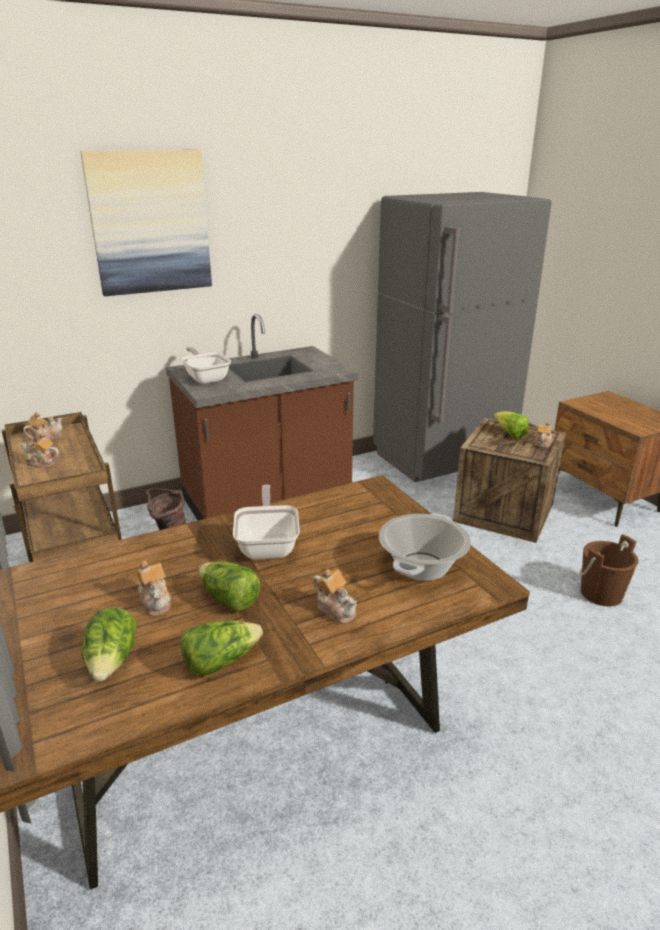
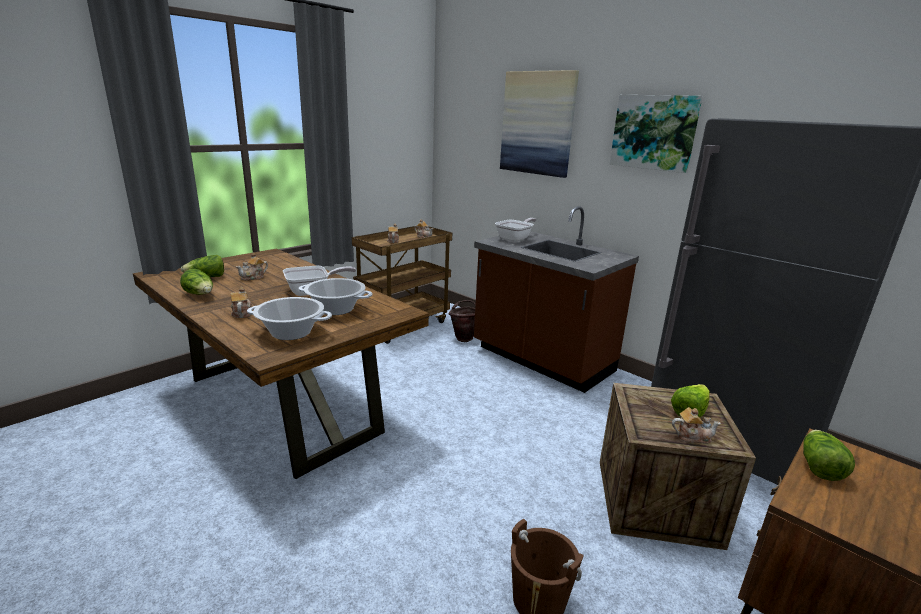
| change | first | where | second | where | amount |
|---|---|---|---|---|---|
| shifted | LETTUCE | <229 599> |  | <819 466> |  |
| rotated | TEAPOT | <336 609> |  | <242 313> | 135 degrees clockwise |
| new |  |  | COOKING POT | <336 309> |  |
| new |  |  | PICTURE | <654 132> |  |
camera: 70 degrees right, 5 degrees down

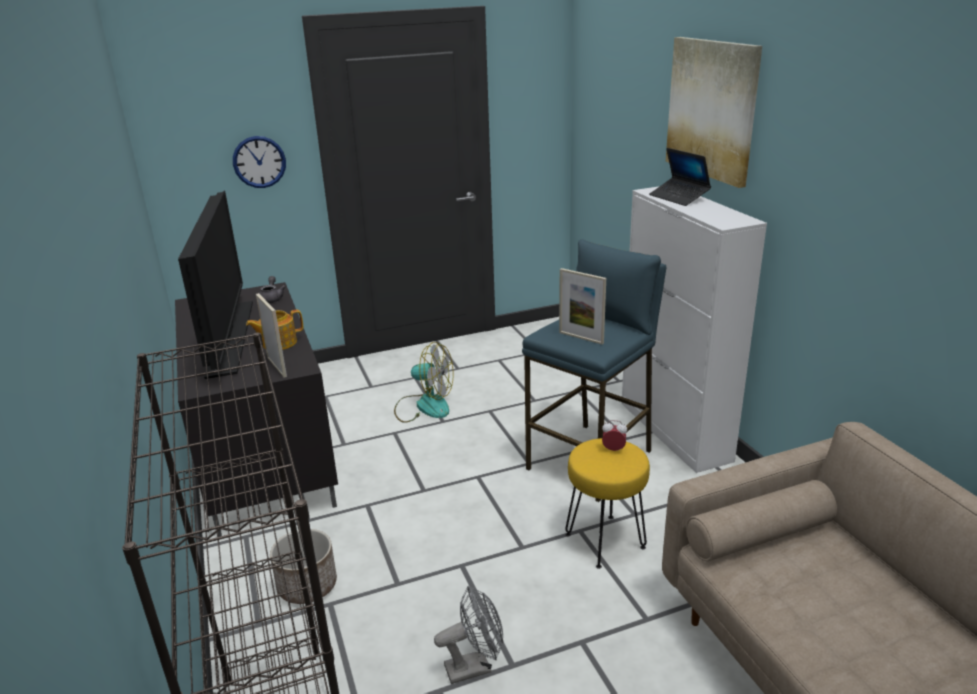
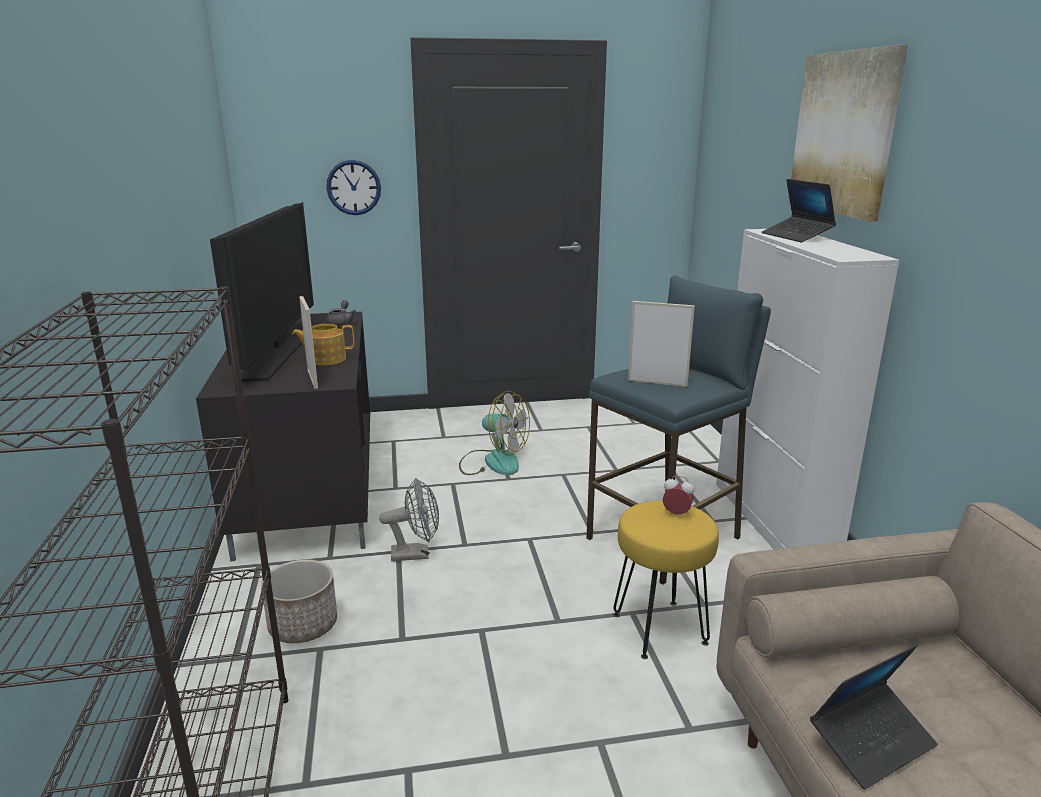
| change | first | where | second | where | amount |
|---|---|---|---|---|---|
| shifted | GREY FAN | <475 666> |  | <416 554> |  |
| rotated | PICTURE FRAME | <581 338> |  | <657 383> | 150 degrees clockwise |
| new |  |  | LAPTOP | <871 742> |  |
camera: 10 degrees right, 5 degrees down

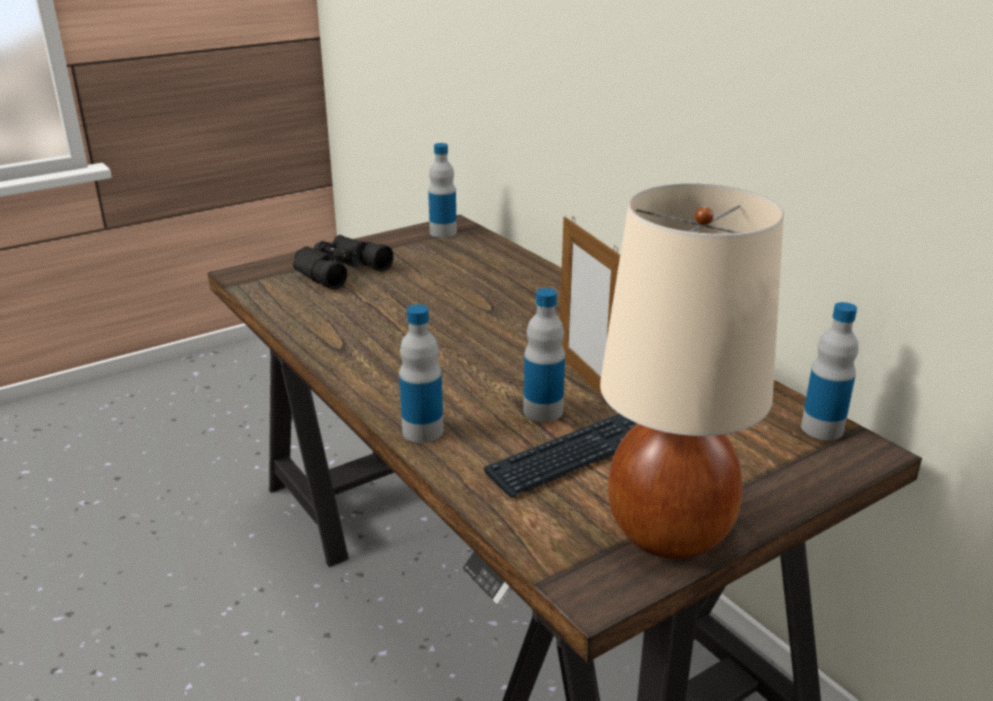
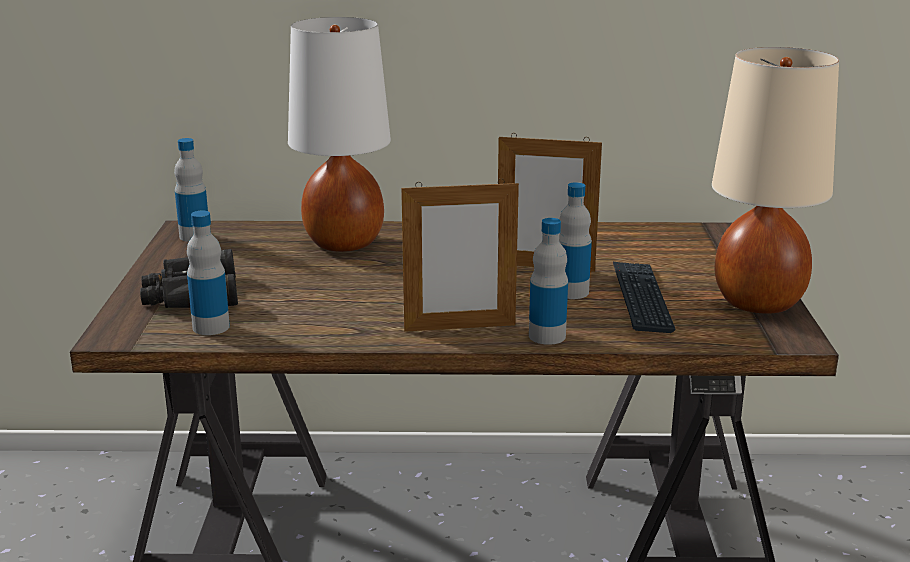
| change | first | where | second | where | amount |
|---|---|---|---|---|---|
| shifted | BOTTLE | <822 428> |  | <211 327> |  |
| new |  |  | WHITE TABLE LAMP | <344 243> |  |
| new |  |  | PICTURE FRAME | <460 327> |  |
camera: 55 degrees left, 5 degrees down

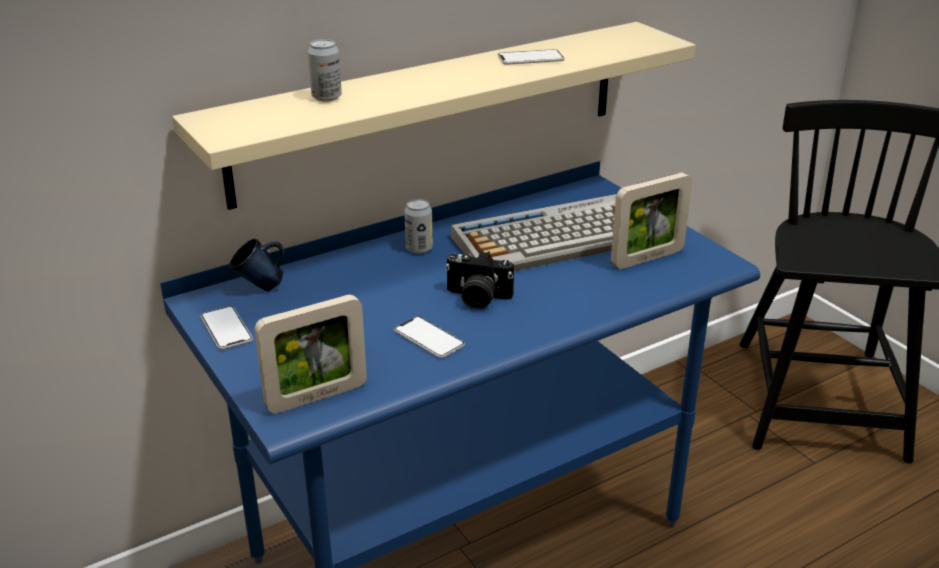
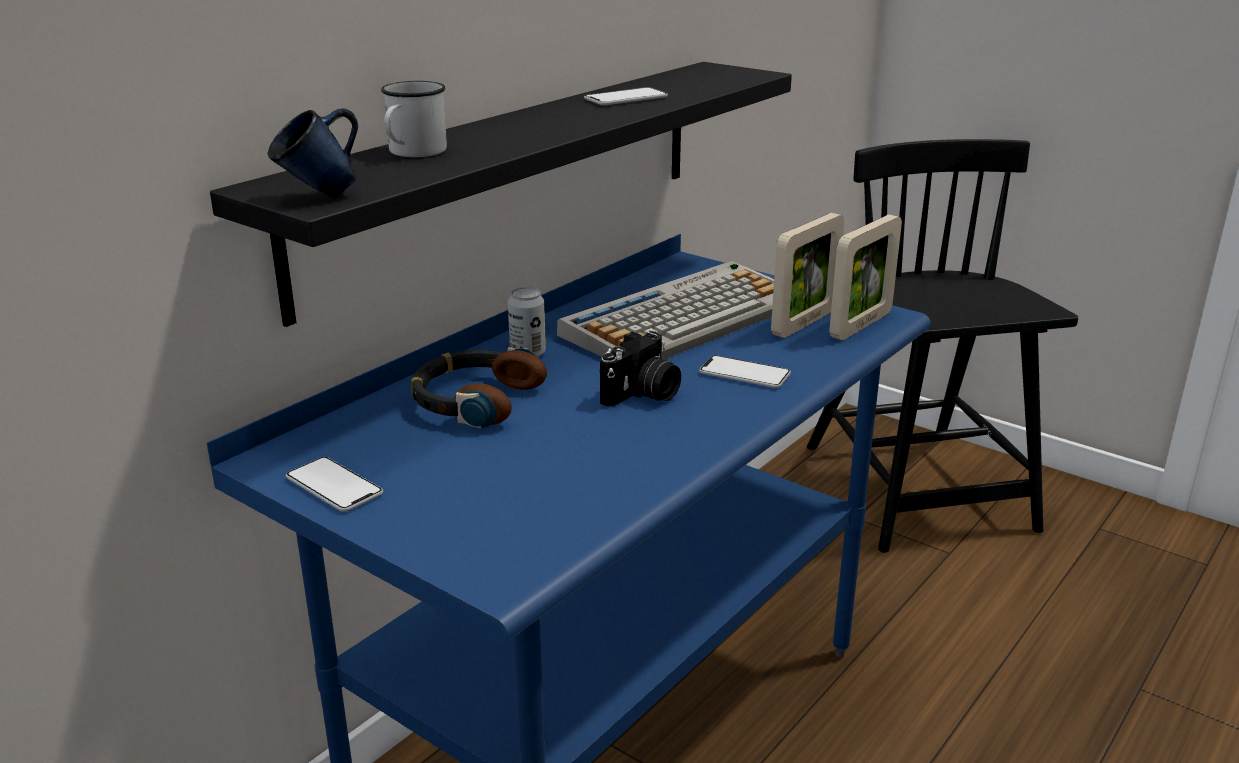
| change | first | where | second | where | amount |
|---|---|---|---|---|---|
| repainted | BEIGE SHELF | <432 110> | BLACK SHELF | <511 176> |  |
| shifted | BLUE MUG | <260 288> |  | <320 197> |  |
| shifted | PICTURE FRAME | <316 397> |  | <860 325> |  |
| swapped | CAN | <326 97> | WHITE MUG | <412 152> |  |
| shifted | PHONE | <429 338> |  | <744 374> |  |
| rotated | PHOTO CAMERA | <477 298> |  | <643 394> | 45 degrees counterclockwise |
| new |  |  | HEADPHONES | <474 400> |  |
camera: 20 degrees left, 5 degrees down

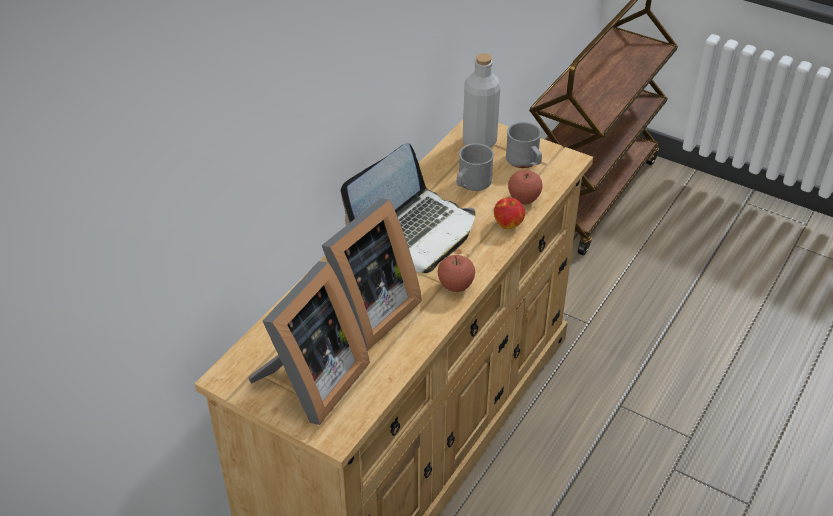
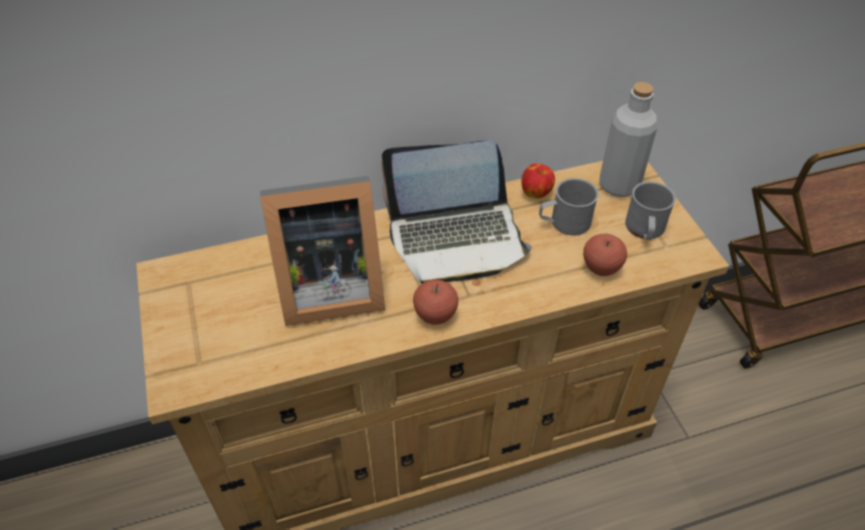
| change | first | where | second | where | amount |
|---|---|---|---|---|---|
| gone | PICTURE FRAME | <311 383> |  |  |  |
| shifted | APPLE | <508 224> |  | <536 193> |  |
camera: 40 degrees right, 5 degrees up

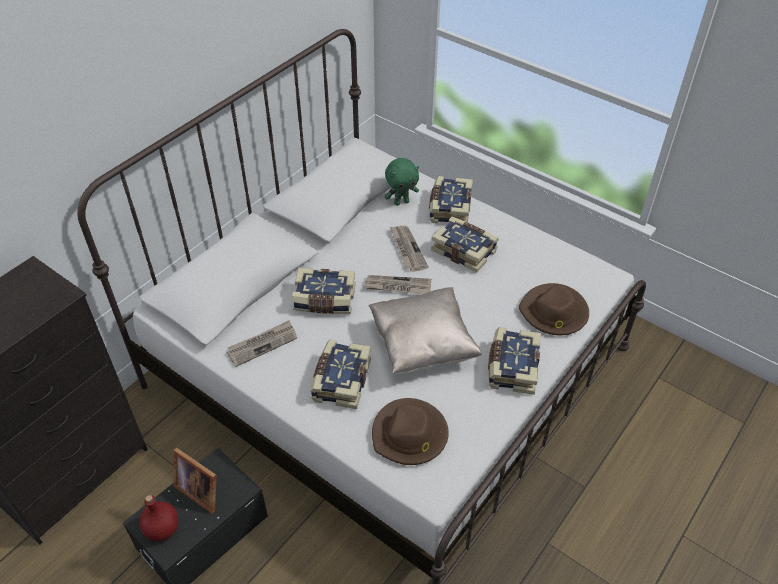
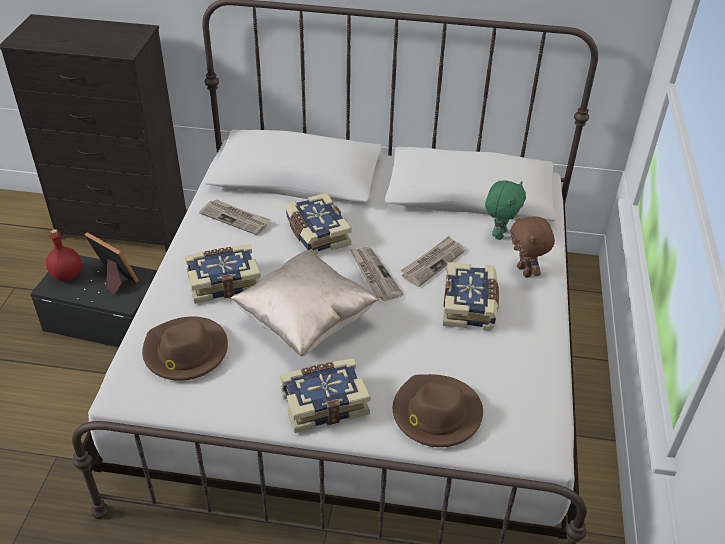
| change | first | where | second | where | amount |
|---|---|---|---|---|---|
| rotated | PICTURE FRAME | <200 489> |  | <114 279> | 120 degrees clockwise |
| rotated | GREEN PLUSH TOY | <401 202> |  | <499 234> | 105 degrees counterclockwise |
| swapped | BOOK | <449 208> | BROWN PLUSH TOY | <525 271> |  |
camera: 60 degrees right, 5 degrees down

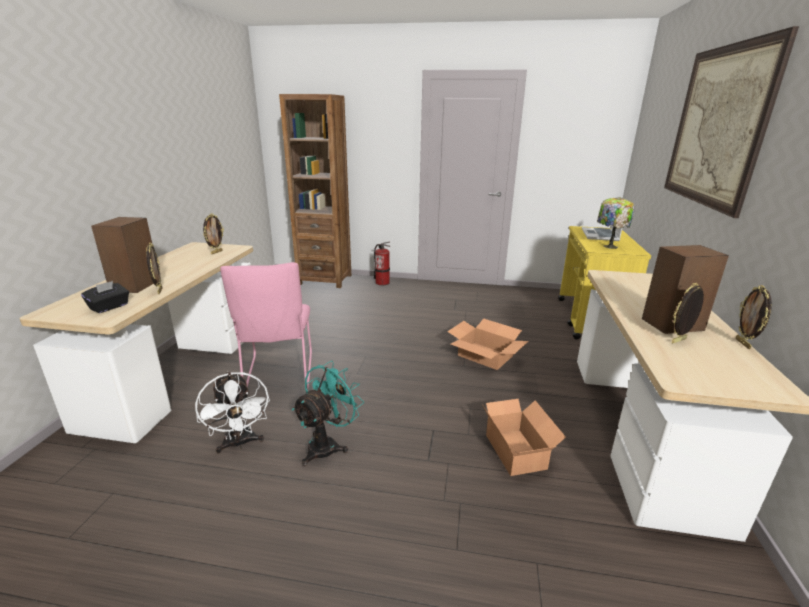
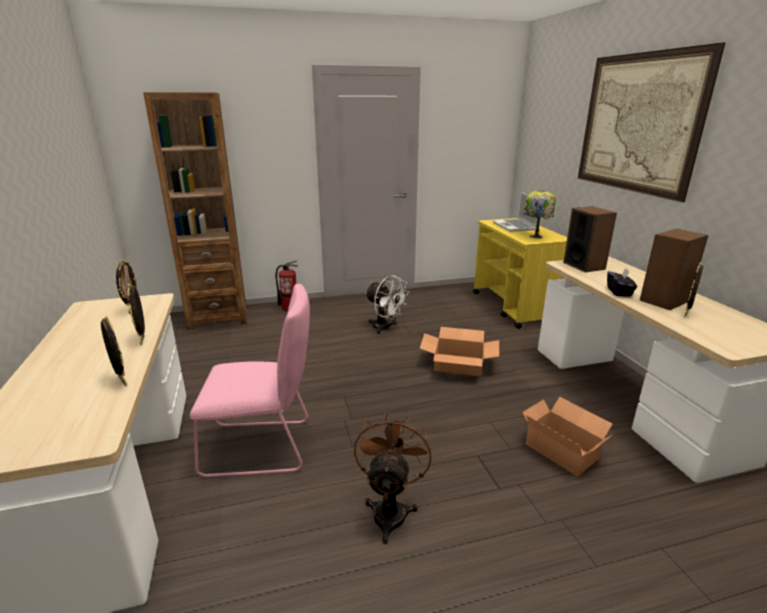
| change | first | where | second | where | amount |
|---|---|---|---|---|---|
| shifted | BLACK TISSUE BOX | <109 307> |  | <619 292> |  |
| shifted | SPEAKER | <136 285> |  | <584 266> |  |
| shifted | WHITE FAN | <240 444> |  | <385 328> |  |
| rotated | PINK CHAIR | <279 375> |  | <263 447> | 60 degrees counterclockwise |
| repainted | TURQUOISE FAN | <328 445> | BROWN FAN | <390 509> |  |
| shifted | PICTURE FRAME | <743 344> |  | <143 340> |  |
camera: 25 degrees left, 0 degrees up

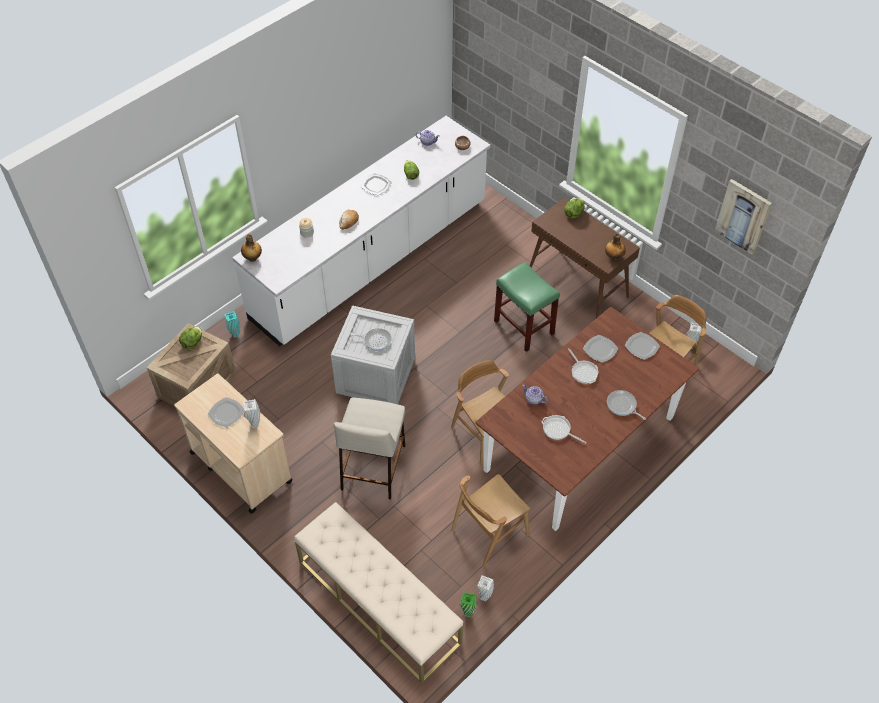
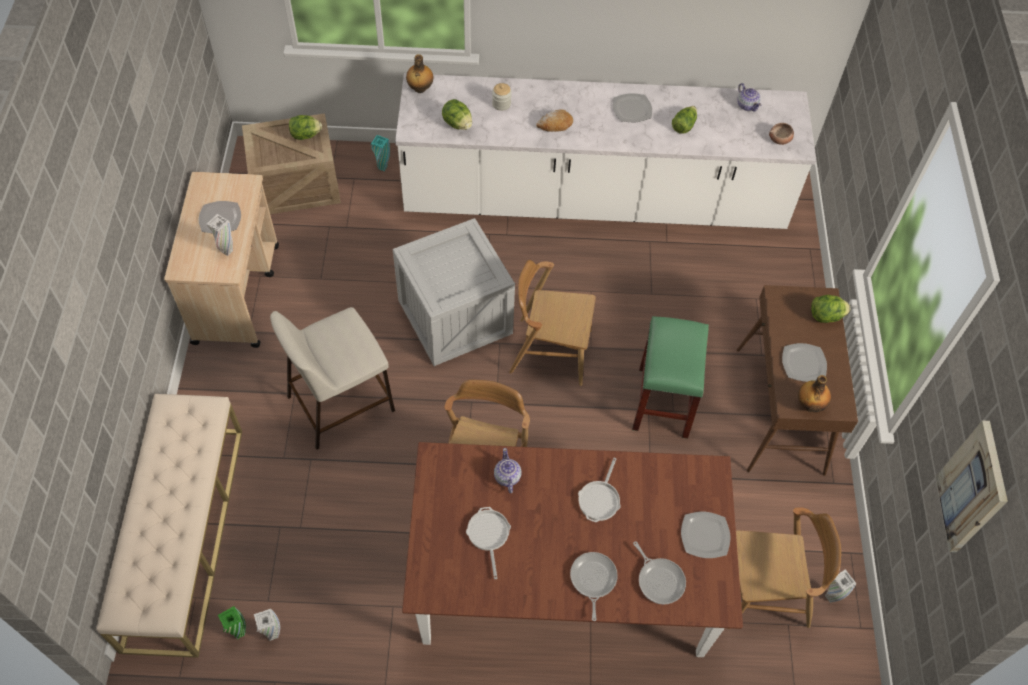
| change | first | where | second | where | amount |
|---|---|---|---|---|---|
| shifted | FRYING PAN | <375 340> |  | <659 580> |  |
| shifted | BROWN CHAIR | <489 532> |  | <550 351> |  |
| shifted | PLATE | <600 349> |  | <804 363> |  |
| new |  |  | LETTUCE | <457 124> |  |
camera: 45 degrees right, 5 degrees up

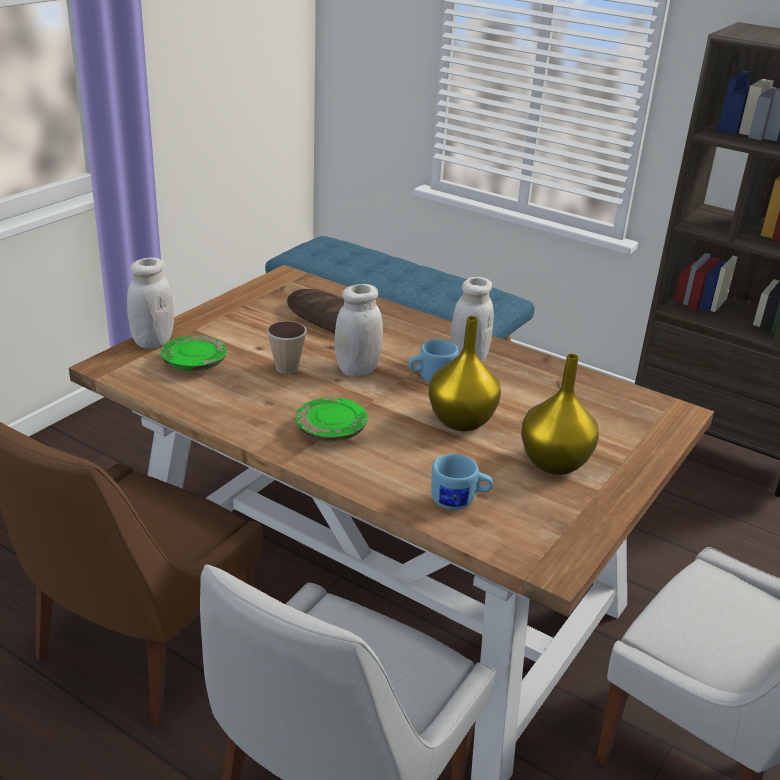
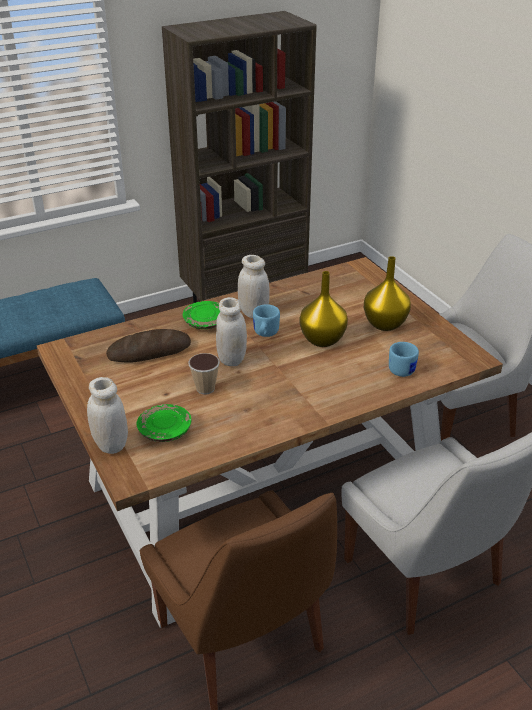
| change | first | where | second | where | amount |
|---|---|---|---|---|---|
| shifted | GREEN PLATE | <331 430> |  | <206 322> |  |
camera: 60 degrees left, 5 degrees up

